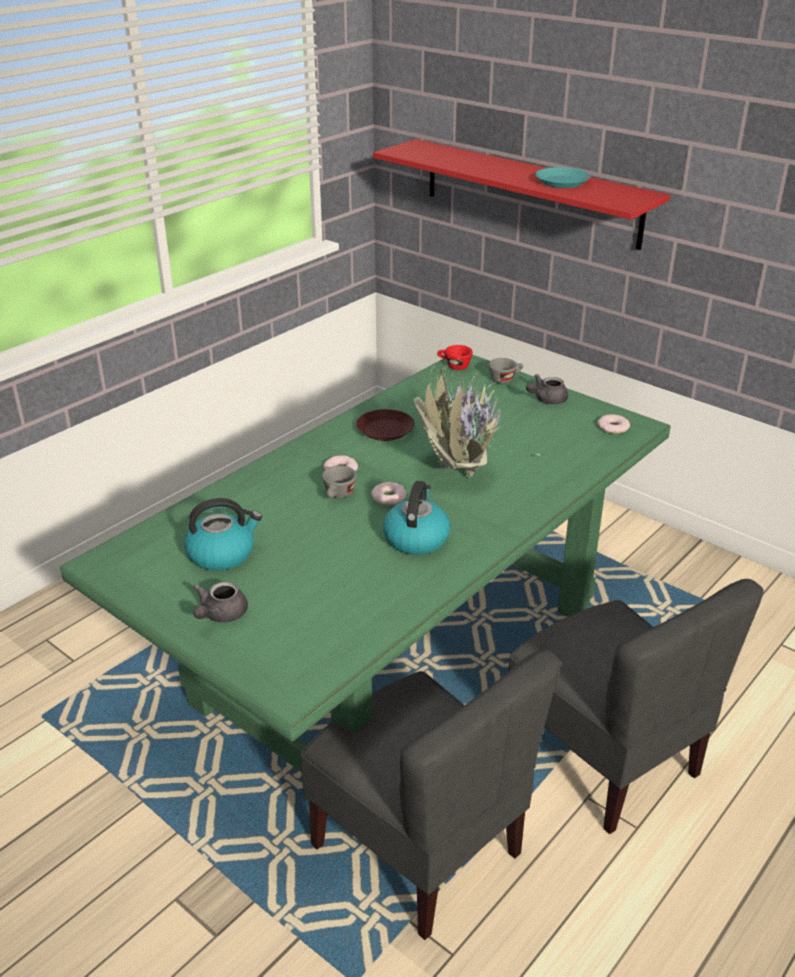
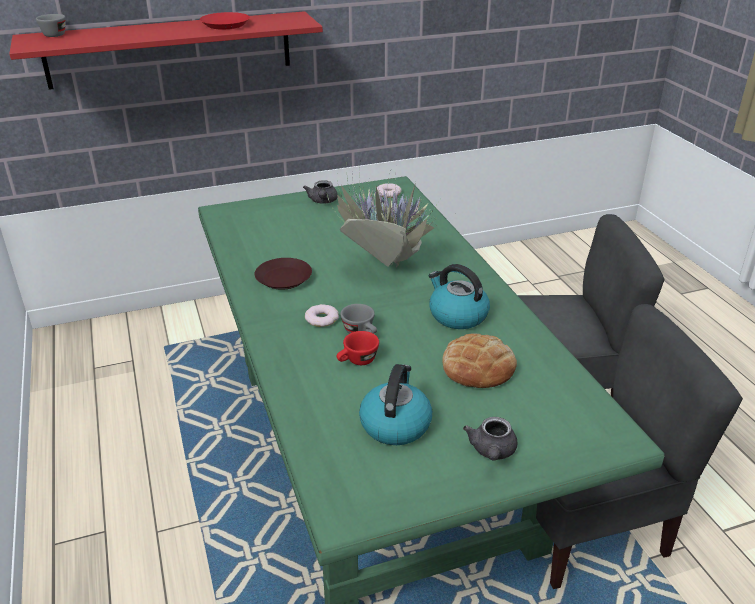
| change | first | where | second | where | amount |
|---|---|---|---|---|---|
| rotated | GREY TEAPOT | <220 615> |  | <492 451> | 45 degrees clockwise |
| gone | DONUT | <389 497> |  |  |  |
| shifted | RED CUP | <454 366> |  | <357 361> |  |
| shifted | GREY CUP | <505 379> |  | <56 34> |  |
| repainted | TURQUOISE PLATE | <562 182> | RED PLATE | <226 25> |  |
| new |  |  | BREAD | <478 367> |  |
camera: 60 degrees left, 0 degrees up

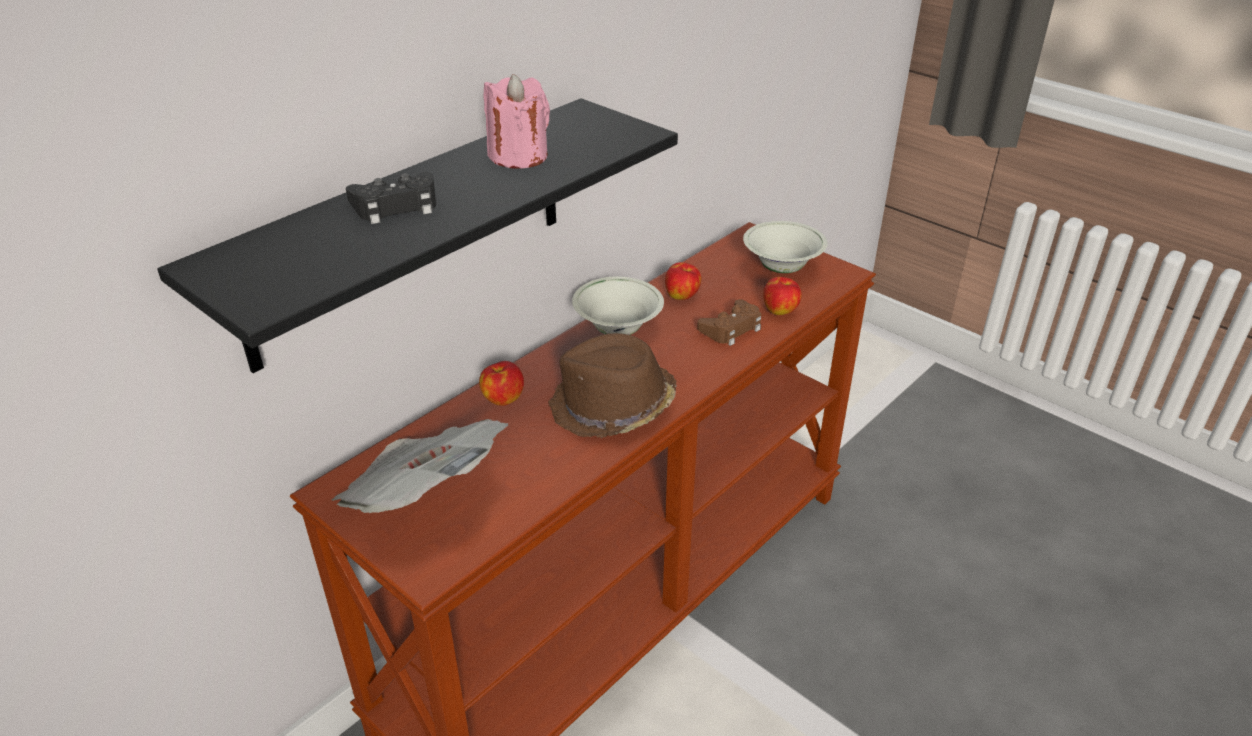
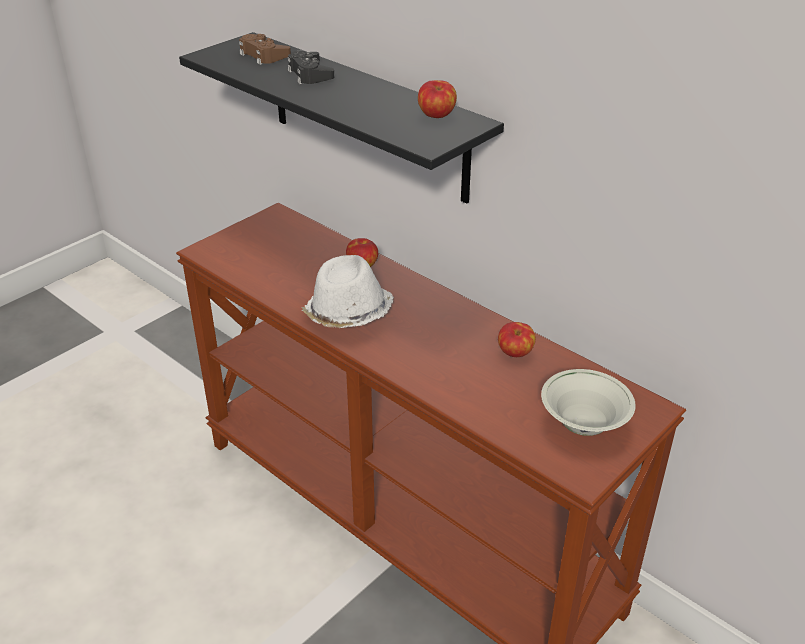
| change | first | where | second | where | amount |
|---|---|---|---|---|---|
| gone | NEWSPAPER | <424 497> |  |  |  |
| gone | PINK CANDLE | <518 156> |  |  |  |
| repainted | BROWN HAT | <612 408> | WHITE HAT | <348 314> |  |
| gone | WHITE BOWL | <617 329> |  |  |  |
| shifted | BROWN GAME CONTROLLER | <731 328> |  | <263 55> |  |
| shifted | APPLE | <780 310> |  | <436 116> |  |
camera: 90 degrees right, 0 degrees up

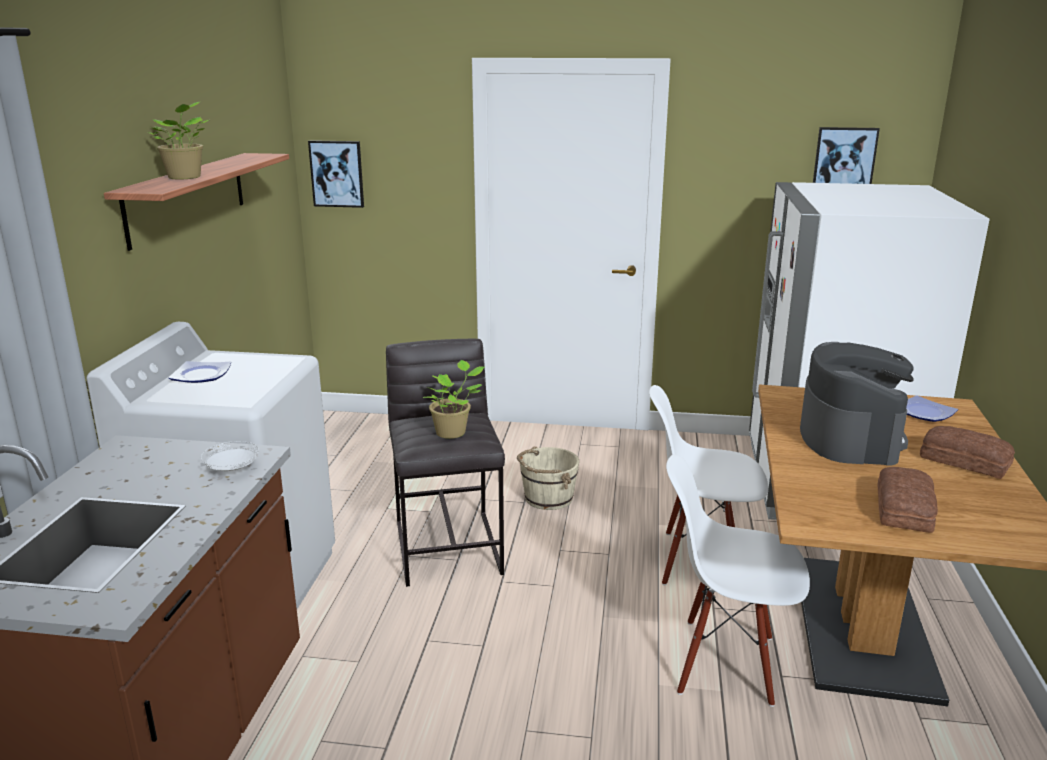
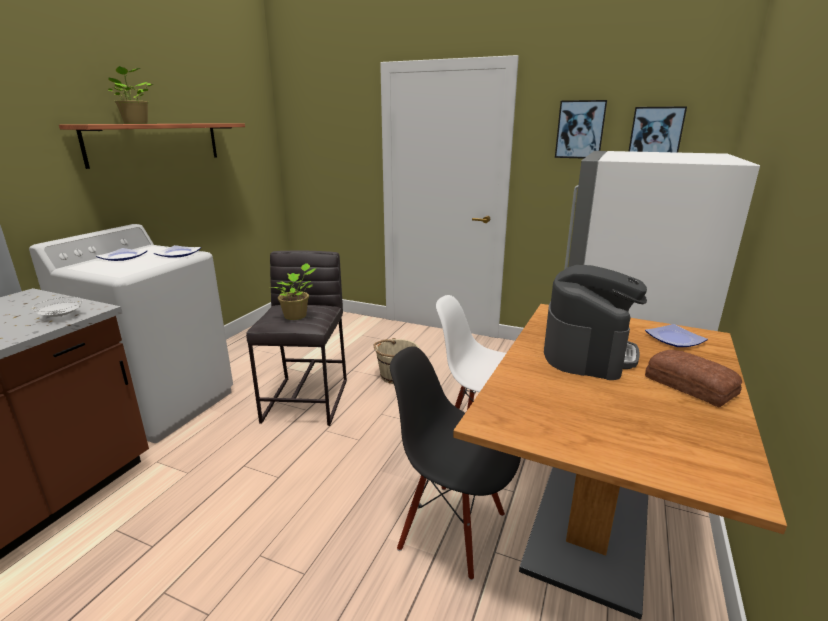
| change | first | where | second | where | amount |
|---|---|---|---|---|---|
| shifted | PICTURE | <337 173> |  | <580 129> |  |
| repainted | WHITE CHAIR | <725 663> | BLACK CHAIR | <453 529> |  |
| gone | BREAD | <905 509> |  |  |  |
| new |  |  | PLATE | <178 254> |  |
camera: 15 degrees right, 0 degrees up

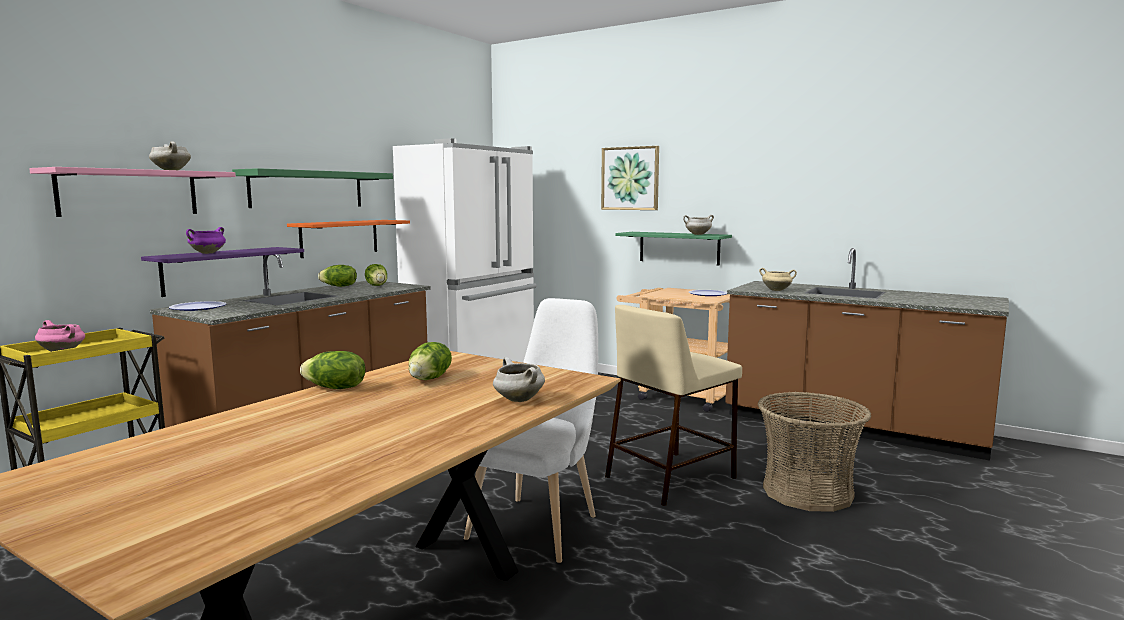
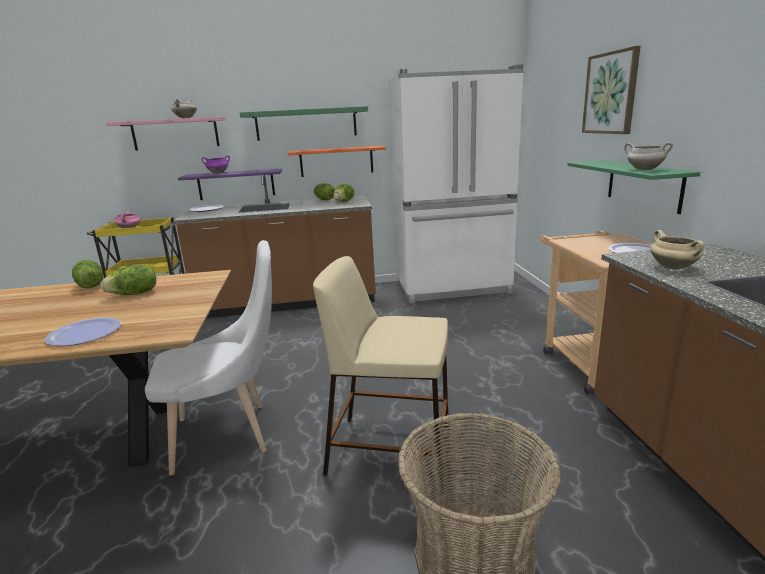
| change | first | where | second | where | amount |
|---|---|---|---|---|---|
| swapped | WHITE COOKING POT | <518 400> | PLATE | <85 333> |  |
camera: 50 degrees right, 10 degrees up

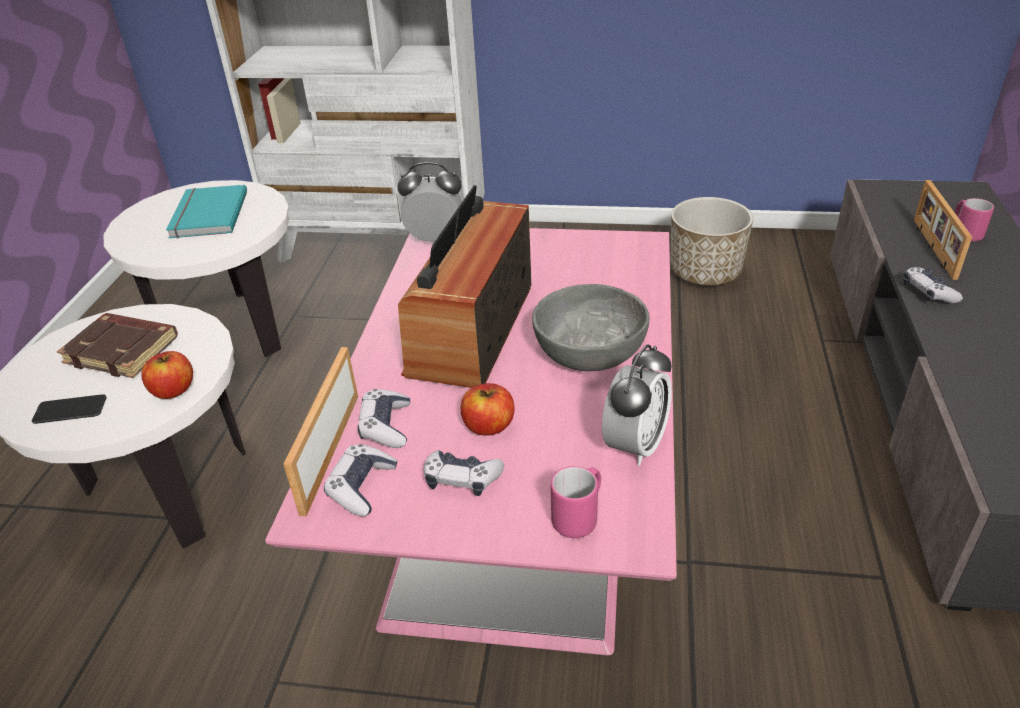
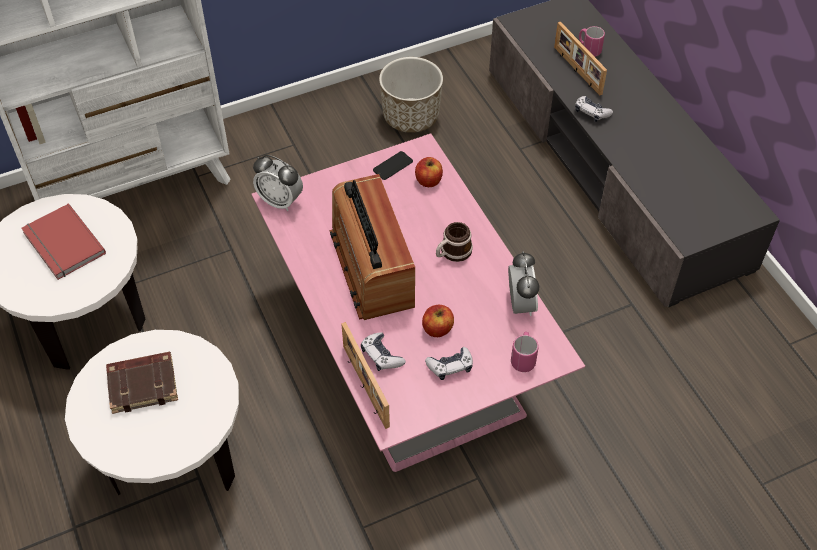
| change | first | where | second | where | amount |
|---|---|---|---|---|---|
| shifted | PHONE | <70 410> |  | <393 166> |  |
| shifted | APPLE | <173 390> |  | <428 180> |  |
| repainted | TURQUOISE BOOK | <206 215> | RED BOOK | <62 245> |  |
| gone | GAME CONTROLLER | <361 487> |  |  |  |
| rotated | ALARM CLOCK | <435 239> |  | <280 201> | 120 degrees counterclockwise |
| swapped | GREY BOWL | <589 351> | MUG | <452 253> |  |
camera: 35 degrees left, 15 degrees up

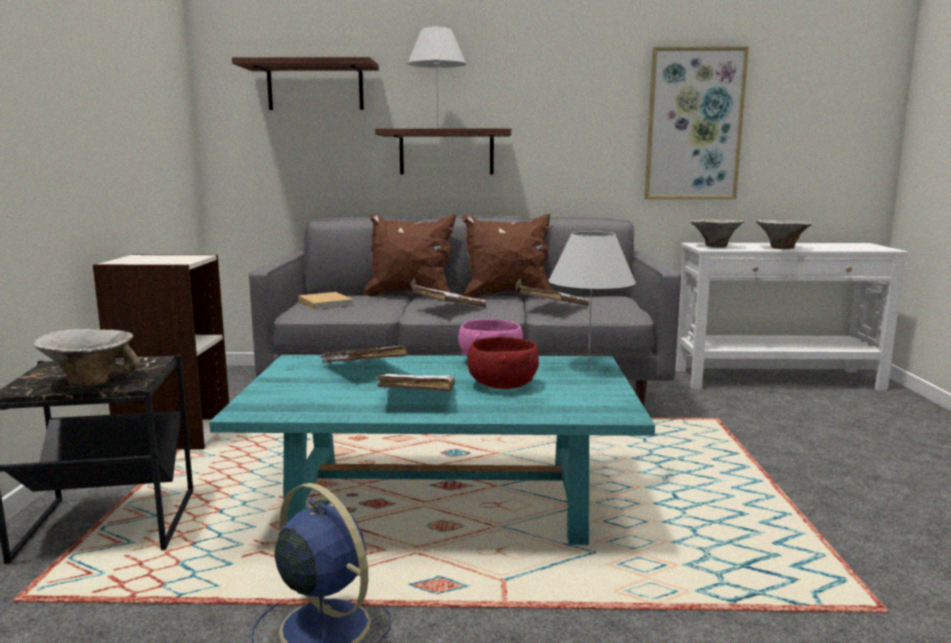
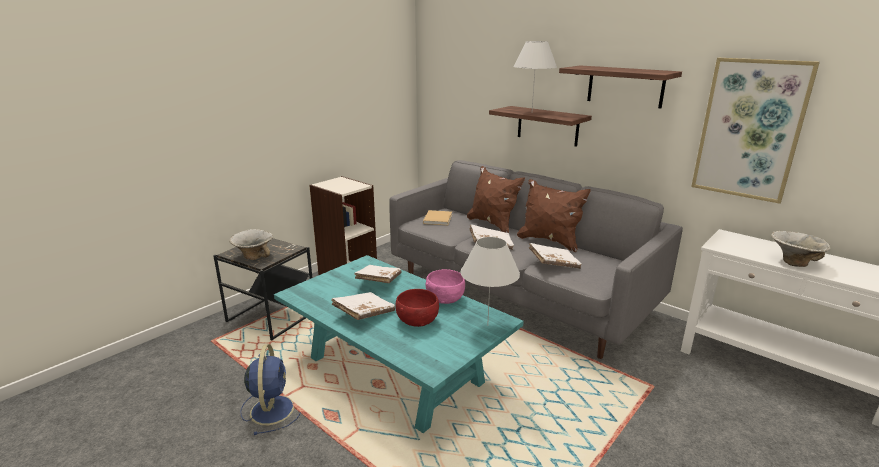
| change | first | where | second | where | amount |
|---|---|---|---|---|---|
| shifted | SHELF | <315 87> |  | <625 86> |  |
| gone | BOWL | <714 246> |  |  |  |
camera: 40 degrees right, 10 degrees up

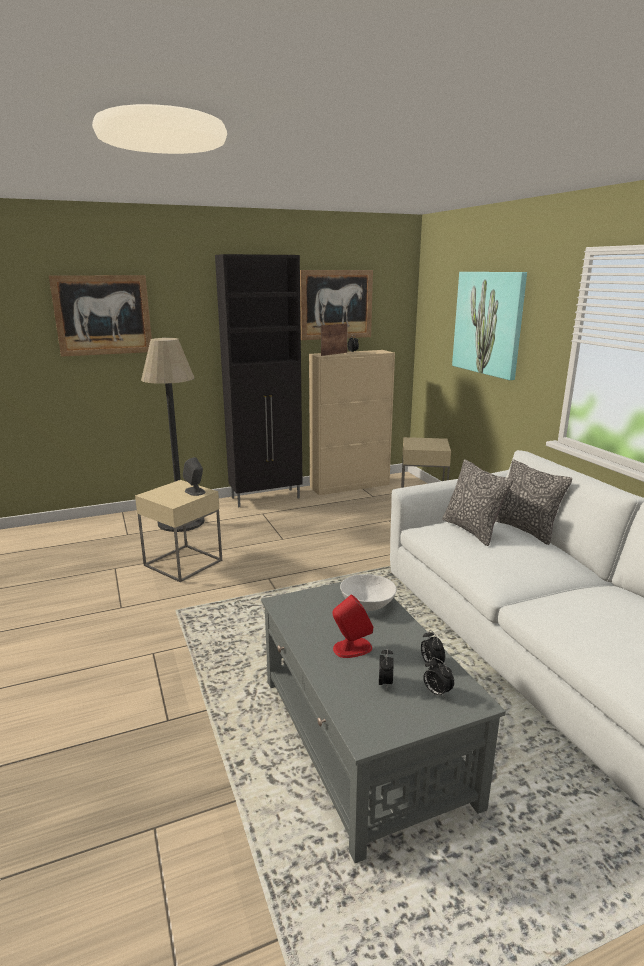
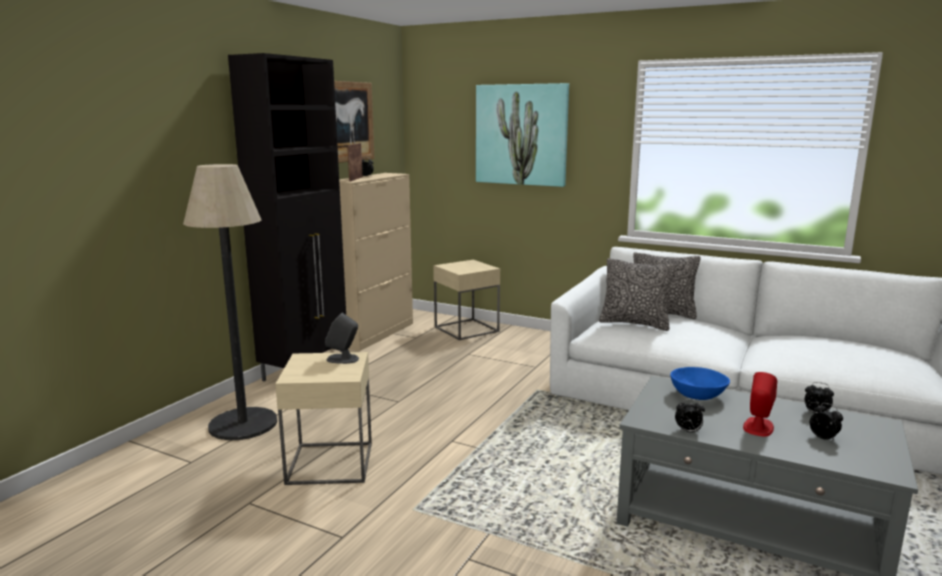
| change | first | where | second | where | amount |
|---|---|---|---|---|---|
| gone | PICTURE | <103 315> |  |  |  |
| repainted | WHITE BOWL | <367 605> | BLUE BOWL | <698 395> |  |
| shifted | ALARM CLOCK | <436 692> |  | <688 432> |  |
camera: 40 degrees left, 5 degrees down

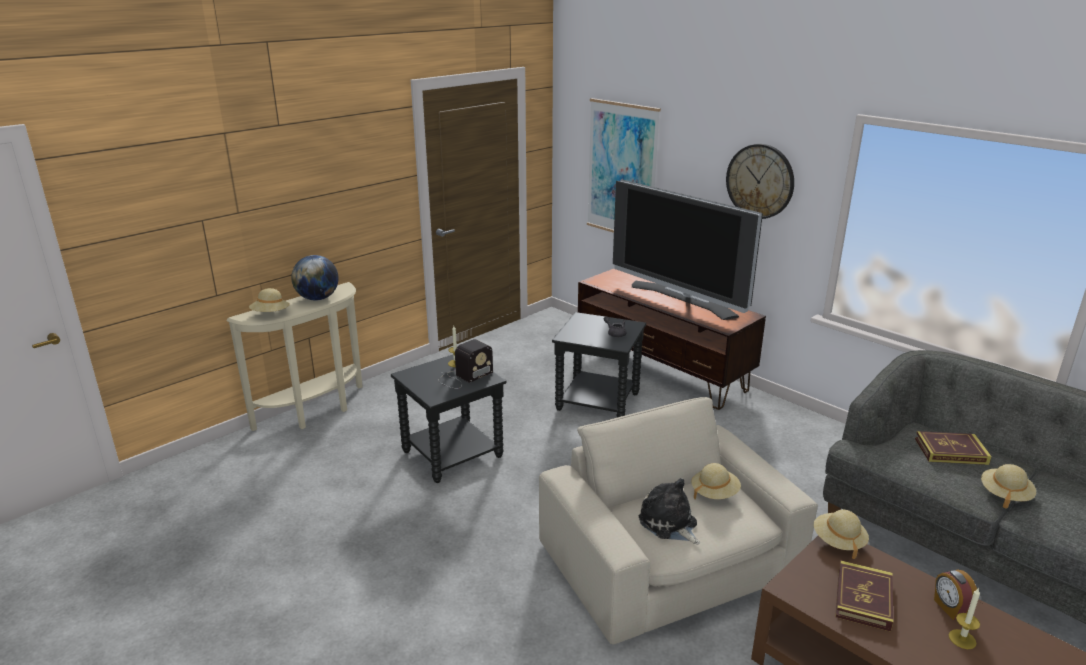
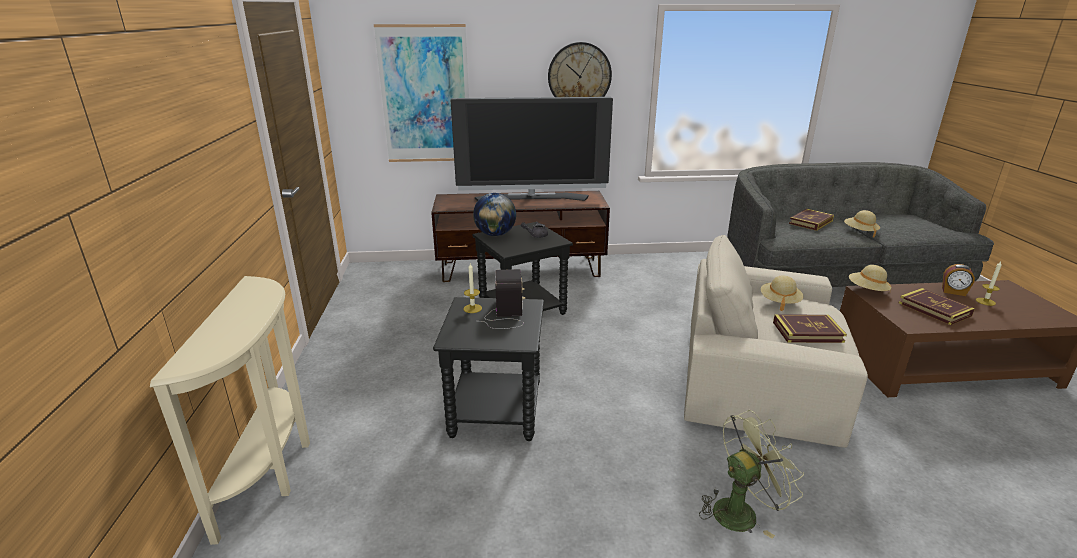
| change | first | where | second | where | amount |
|---|---|---|---|---|---|
| gone | BEIGE HAT | <271 314> |  |  |  |
| shifted | GLOBE | <318 298> |  | <495 234> |  |
| swapped | PLUSH TOY | <669 524> | BOOK | <807 332> |  |
| new |  |  | GREEN FAN | <741 510> |  |
camera: 50 degrees left, 0 degrees up

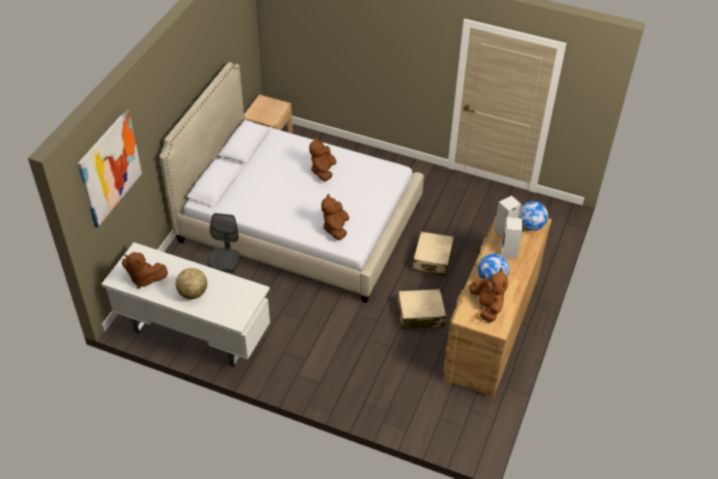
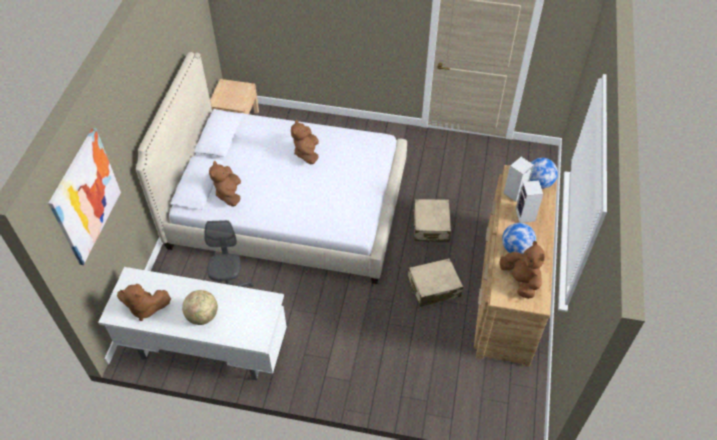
| change | first | where | second | where | amount |
|---|---|---|---|---|---|
| shifted | BROWN PLUSH TOY | <336 229> |  | <229 194> |  |
camera: 10 degrees left, 5 degrees up

